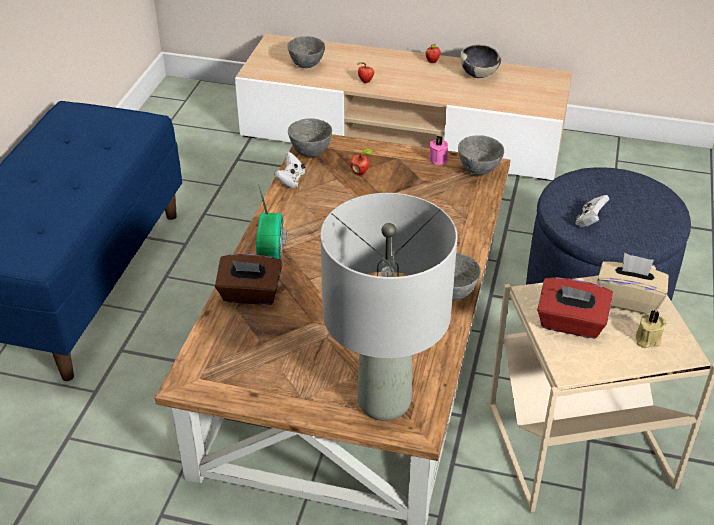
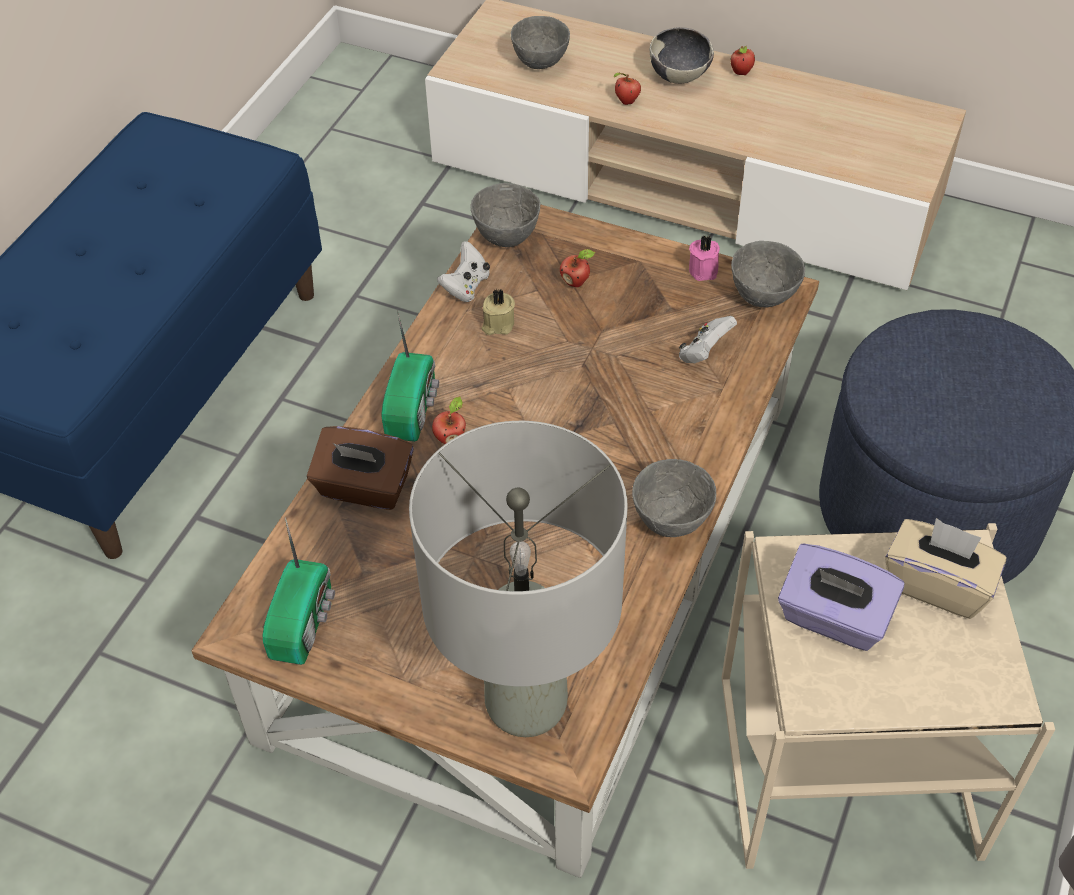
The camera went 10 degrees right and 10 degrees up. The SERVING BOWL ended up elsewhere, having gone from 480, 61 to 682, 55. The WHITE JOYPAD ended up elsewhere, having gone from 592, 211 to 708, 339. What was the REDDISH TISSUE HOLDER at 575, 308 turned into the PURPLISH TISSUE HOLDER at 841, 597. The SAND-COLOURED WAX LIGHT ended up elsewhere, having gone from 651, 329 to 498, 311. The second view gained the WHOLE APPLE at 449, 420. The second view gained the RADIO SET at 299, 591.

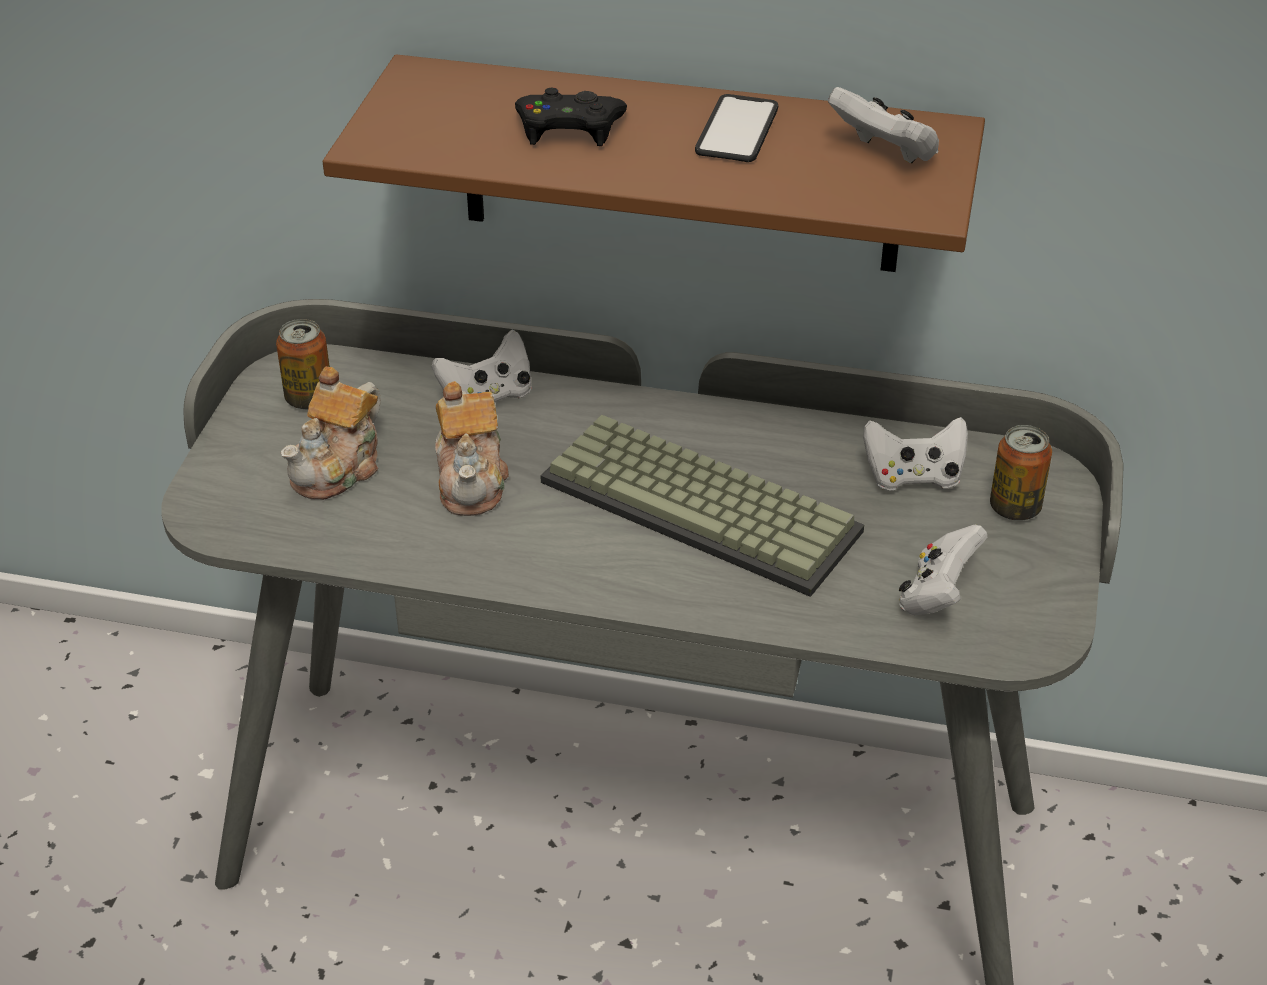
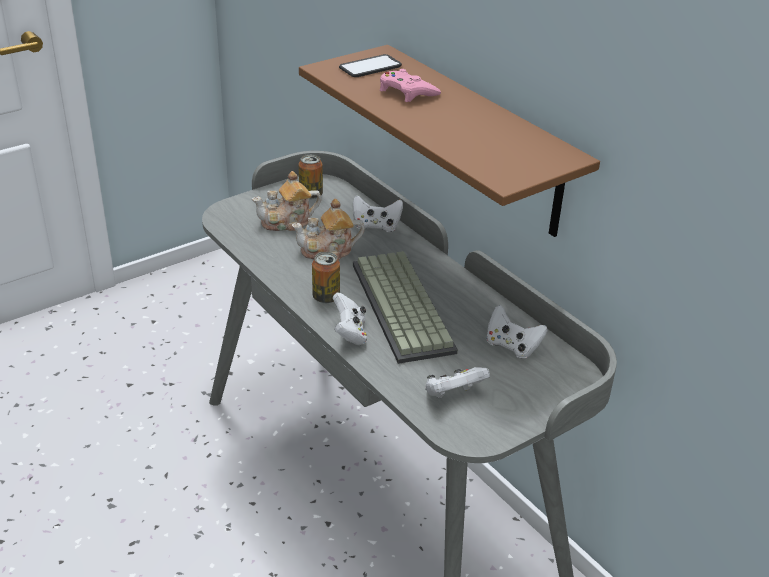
The camera went 40 degrees right and 5 degrees down. The WHITE JOYPAD ended up elsewhere, having gone from 883, 125 to 350, 319. What was the BLACKISH JOYPAD at 571, 117 turned into the PINK JOYPAD at 410, 85. The TELEPHONE ended up elsewhere, having gone from 736, 128 to 370, 65. The TEAPOT at 472, 448 ended up facing another way, 45 degrees clockwise from before. The CAN ended up elsewhere, having gone from 1021, 473 to 326, 277.

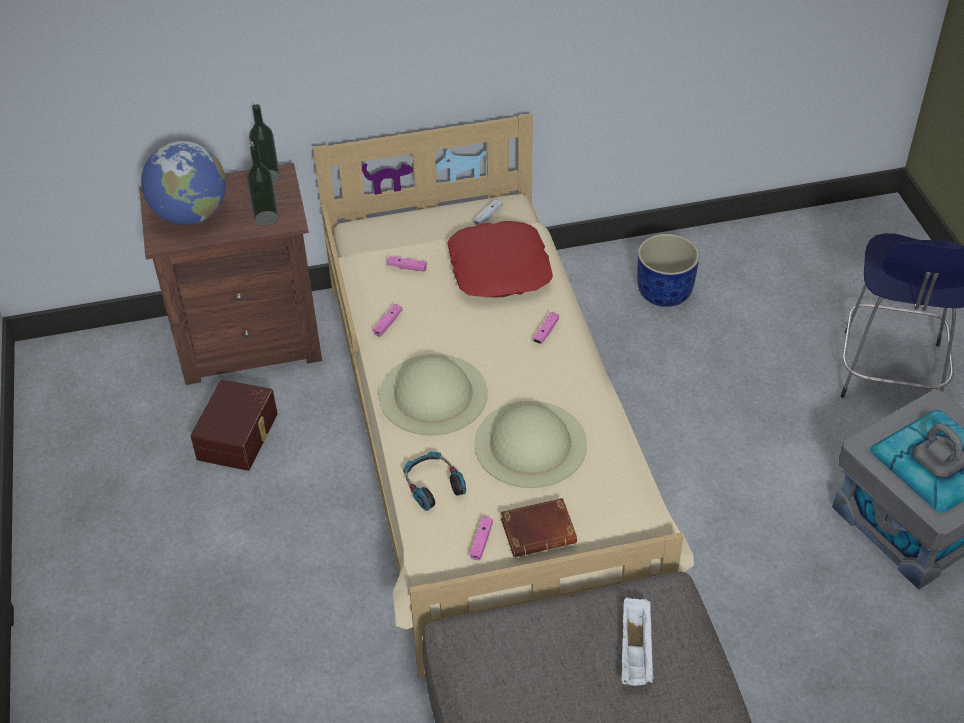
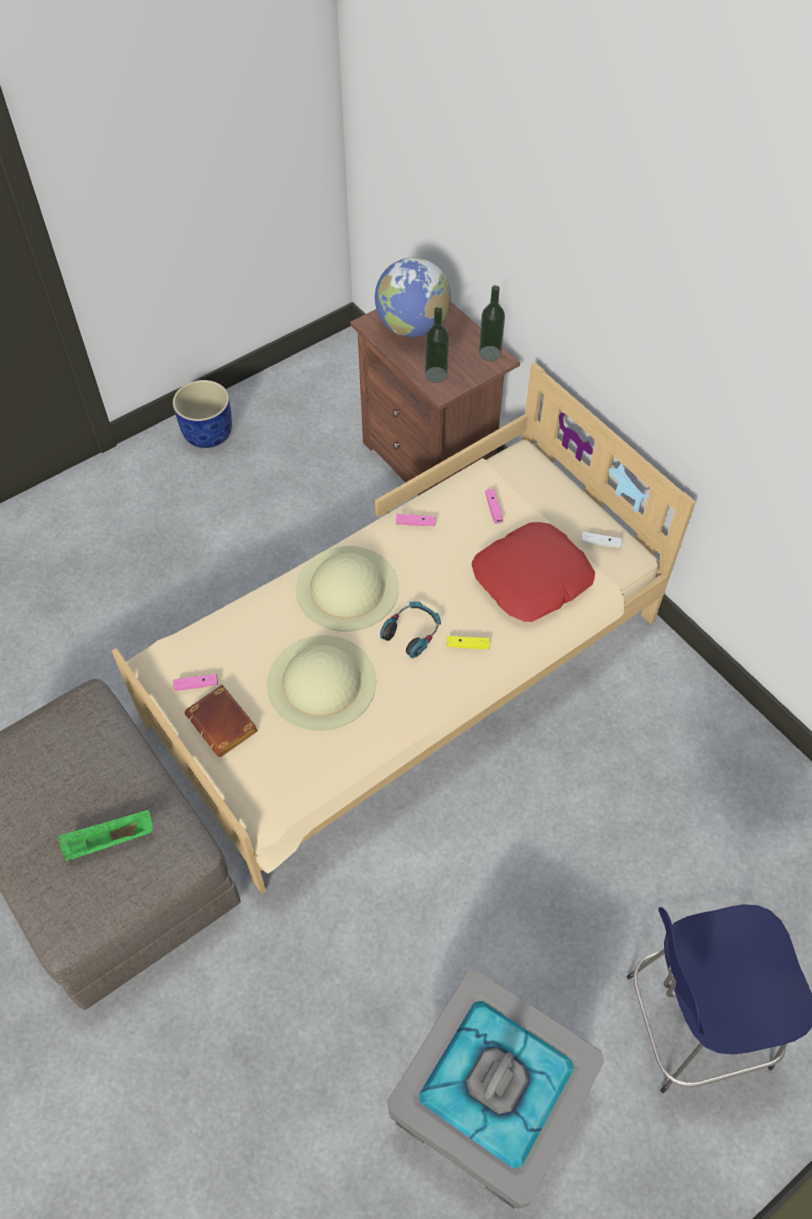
The camera went 65 degrees right and 10 degrees up. The BLUE PLANTER ended up elsewhere, having gone from 668, 270 to 202, 414. What was the PINK JOYPAD at 546, 328 turned into the YELLOW-COLOURED JOYPAD at 468, 642. The second view lost the BROWNISH STORAGE BOX at 234, 425. The HEADSET ended up elsewhere, having gone from 434, 481 to 410, 629. What was the WHITE CARRYING TRAY at 637, 641 turned into the GREENISH CARRYING TRAY at 105, 835.

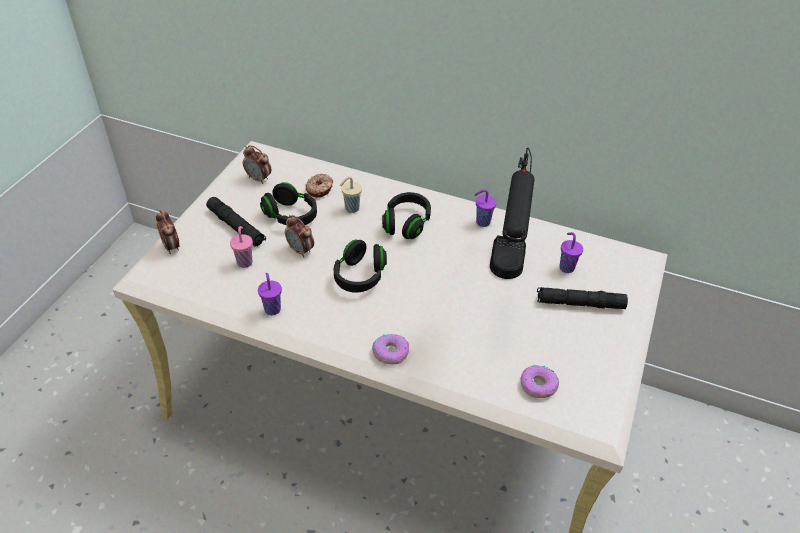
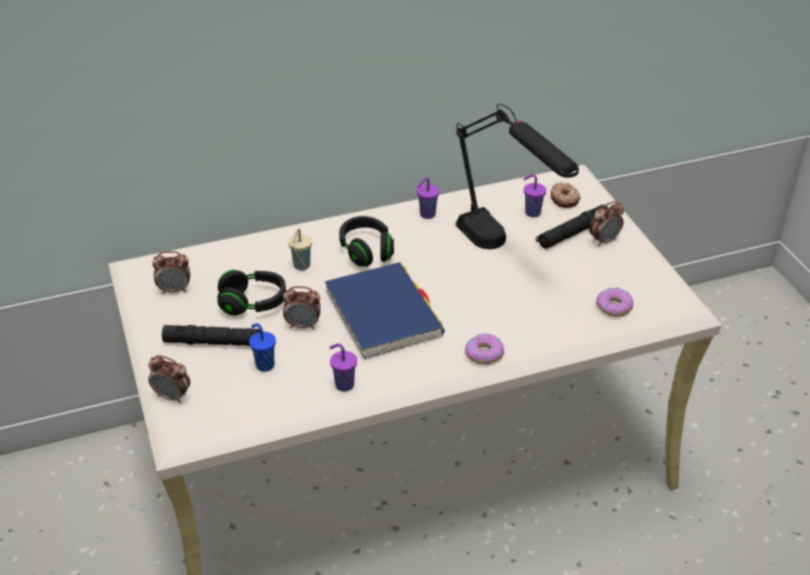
The camera went 40 degrees left and 5 degrees down. The RING DOUGHNUT ended up elsewhere, having gone from 319, 185 to 565, 195. What was the PINK DRINKING CUP at 241, 247 turned into the BLUE DRINKING CUP at 262, 347. Where the BLACKISH HEADSET stood at 360, 266, the BLUE VOLUME came to stand at 385, 311. The second view gained the TABLE CLOCK at 606, 223.

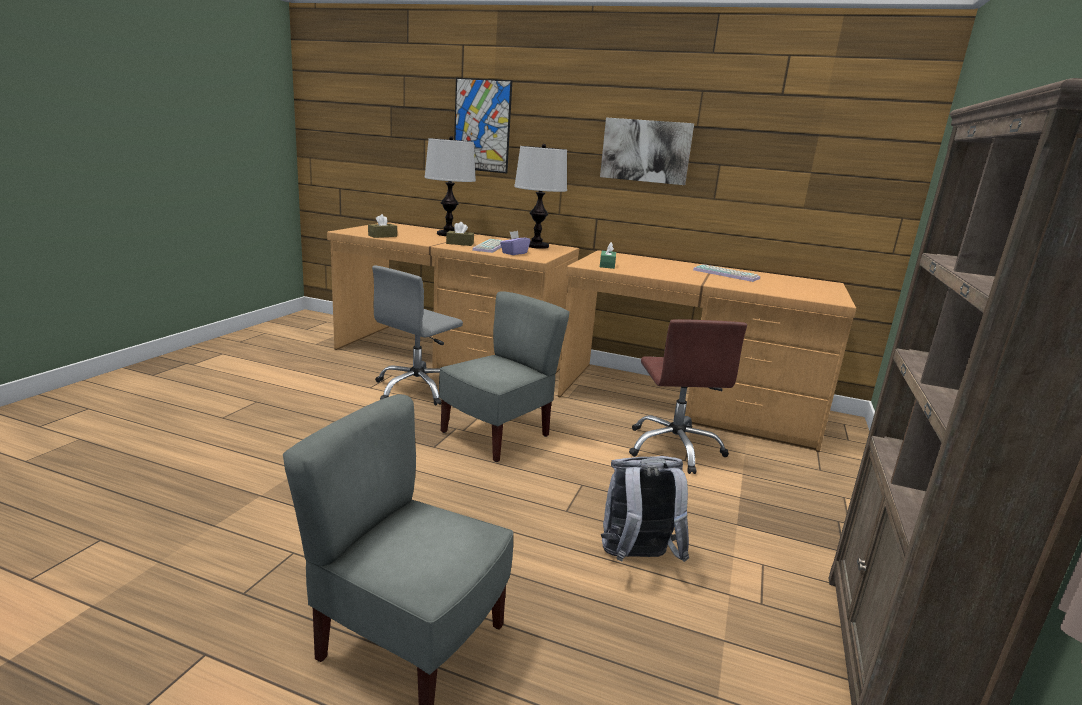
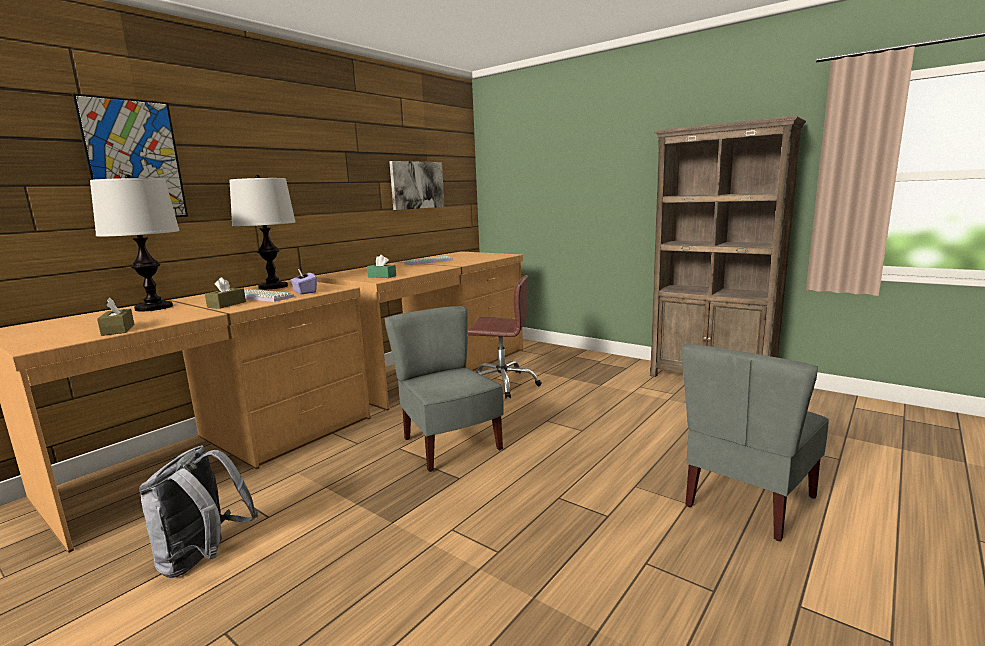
The camera went 70 degrees left and 5 degrees down. The PICTURE ended up elsewhere, having gone from 647, 151 to 417, 185. The second view lost the GREYISH COMPUTER CHAIR at 417, 335. The GREYISH KNAPSACK ended up elsewhere, having gone from 645, 509 to 198, 511.

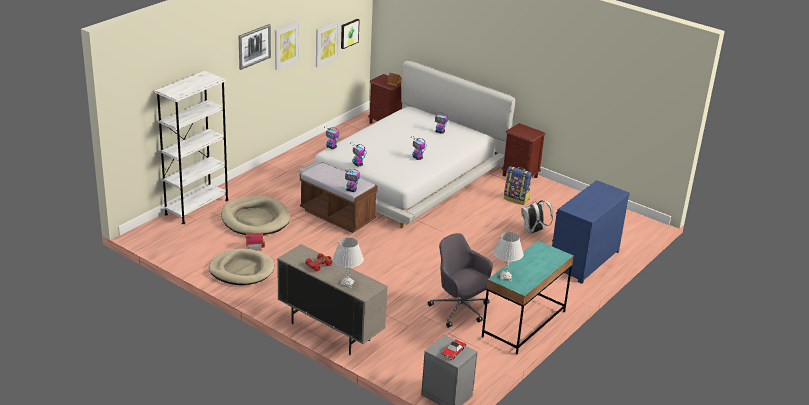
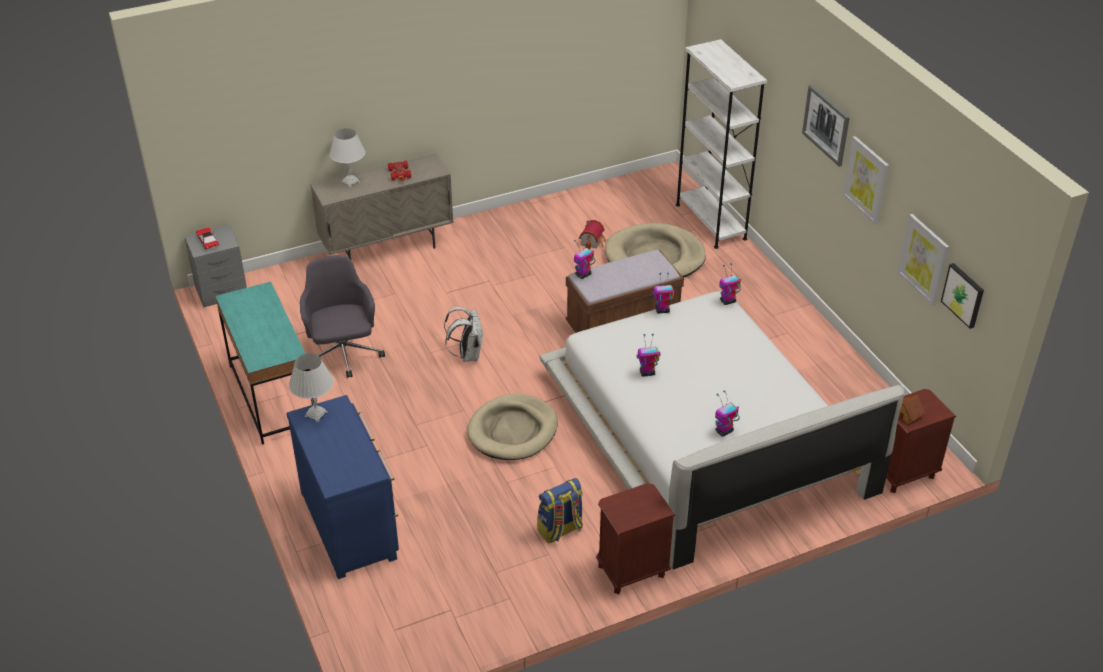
The camera went 120 degrees right and 10 degrees up. The WHITE KNAPSACK ended up elsewhere, having gone from 537, 217 to 463, 334. The WHITE TABLE LAMP ended up elsewhere, having gone from 508, 256 to 311, 387. The GREYISH COMPUTER CHAIR at 460, 280 ended up facing another way, 90 degrees counterclockwise from before. The SAND-COLOURED DOG CUSHION ended up elsewhere, having gone from 241, 266 to 512, 427.

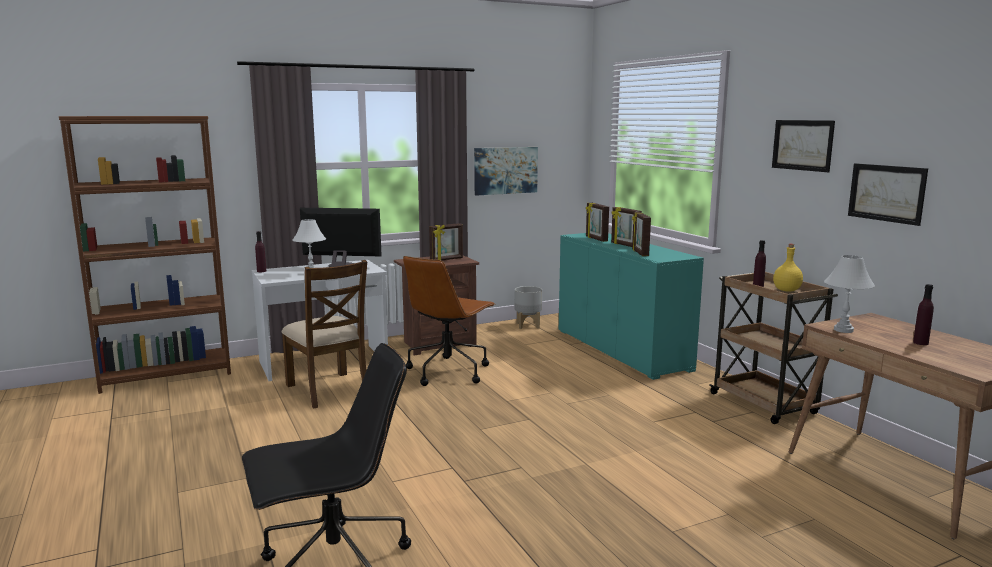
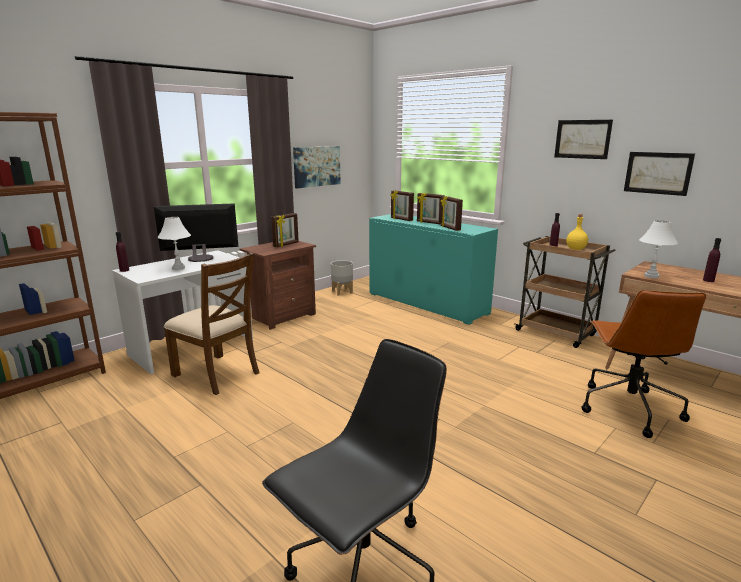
The camera went 20 degrees left and 5 degrees up. The BROWNISH COMPUTER CHAIR ended up elsewhere, having gone from 449, 321 to 643, 364.

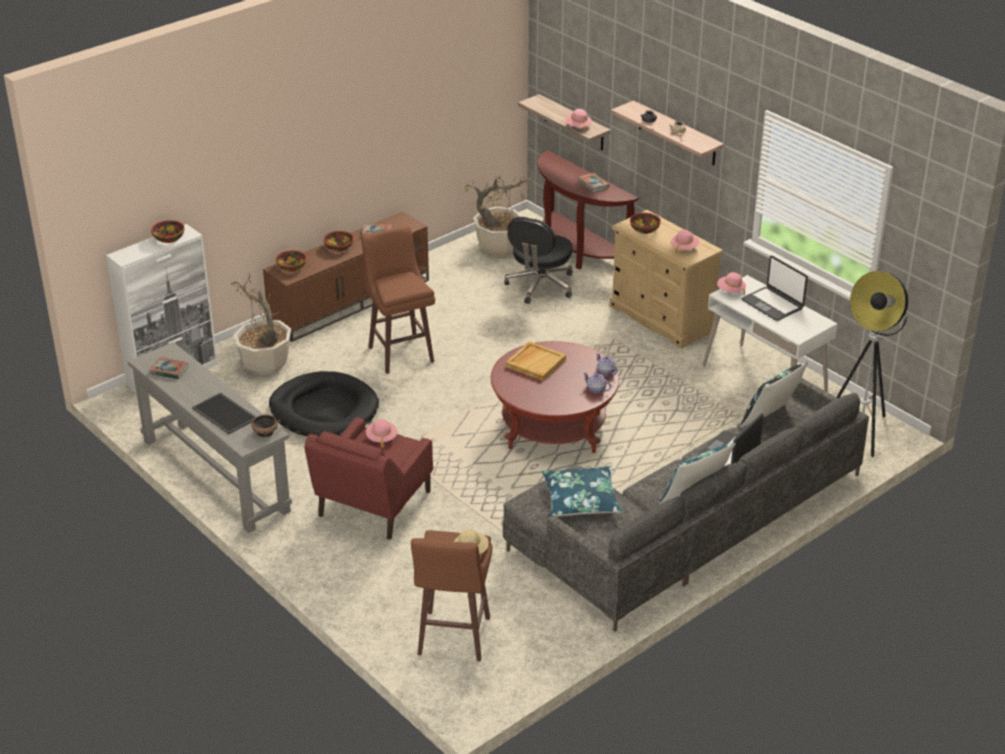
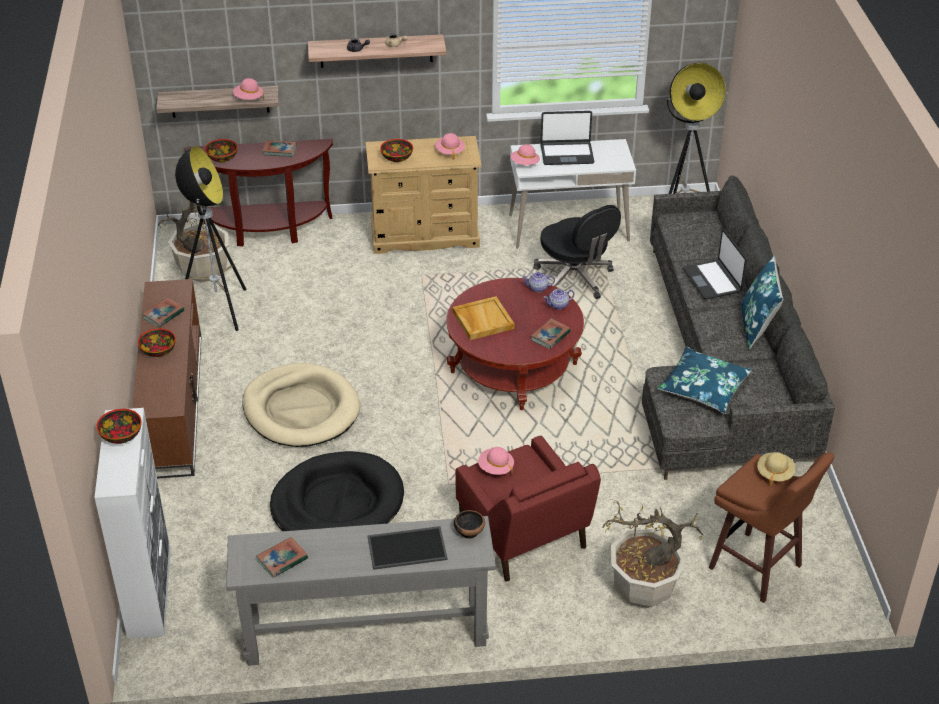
The camera went 55 degrees left and 5 degrees up. The BLACKISH COMPUTER CHAIR ended up elsewhere, having gone from 538, 260 to 577, 252. Where the BROWNISH STOOL SEAT stood at 398, 300, the SAND-COLOURED DOG CUSHION came to stand at 301, 405. The SERVING BOWL ended up elsewhere, having gone from 290, 261 to 221, 150. The HOUSEPLANT ended up elsewhere, having gone from 261, 322 to 653, 553. The second view lost the BLACKISH PILLOW at 773, 394. The second view gained the FLOOR LAMP at 210, 238. The second view gained the VOLUME at 551, 333.

